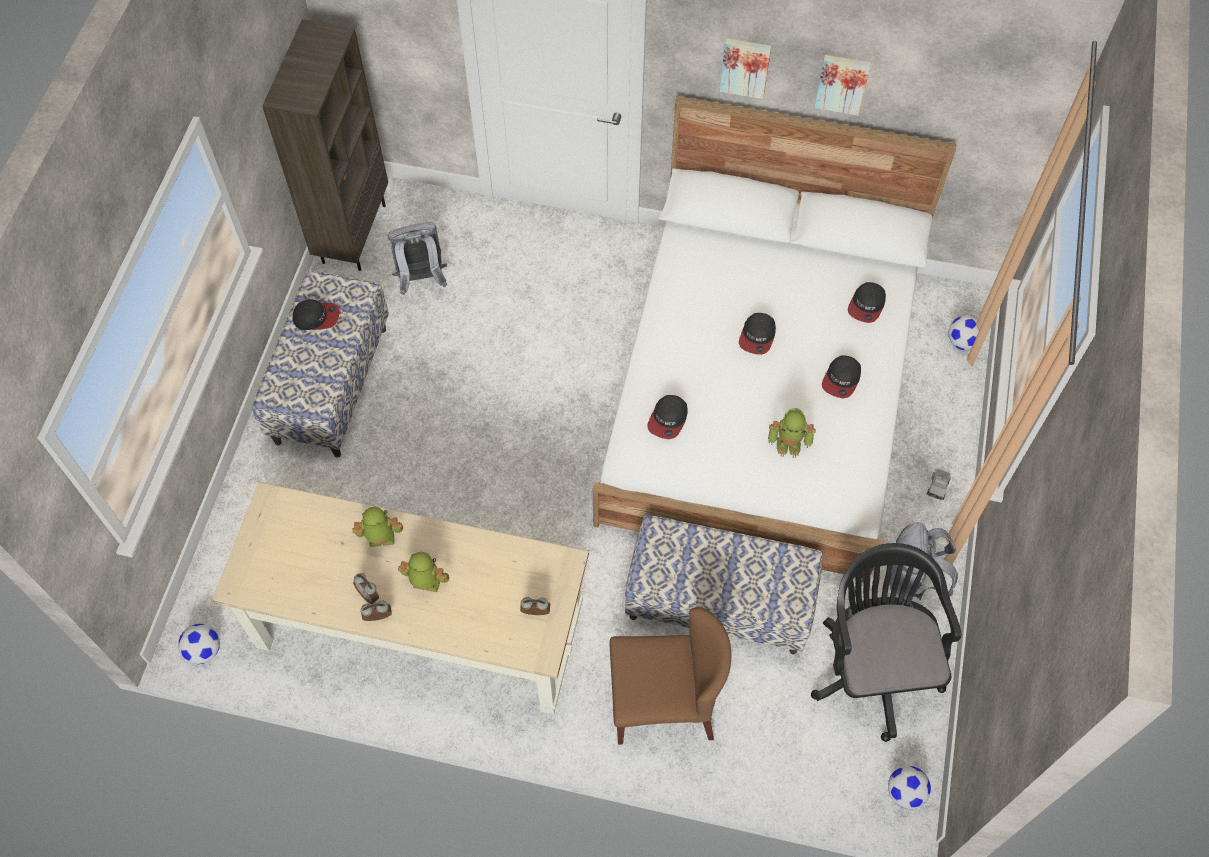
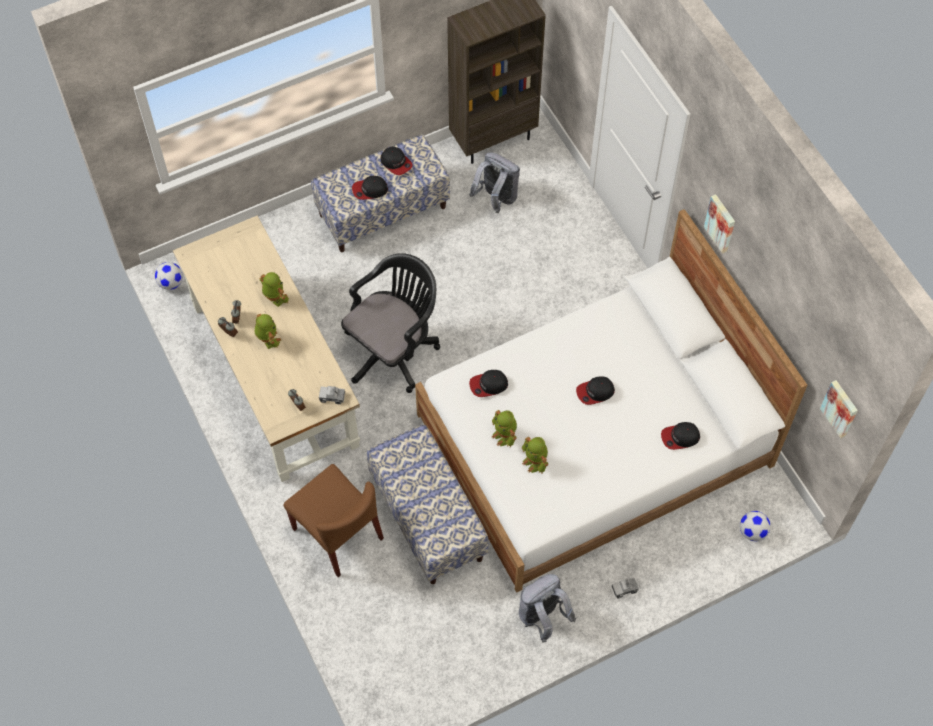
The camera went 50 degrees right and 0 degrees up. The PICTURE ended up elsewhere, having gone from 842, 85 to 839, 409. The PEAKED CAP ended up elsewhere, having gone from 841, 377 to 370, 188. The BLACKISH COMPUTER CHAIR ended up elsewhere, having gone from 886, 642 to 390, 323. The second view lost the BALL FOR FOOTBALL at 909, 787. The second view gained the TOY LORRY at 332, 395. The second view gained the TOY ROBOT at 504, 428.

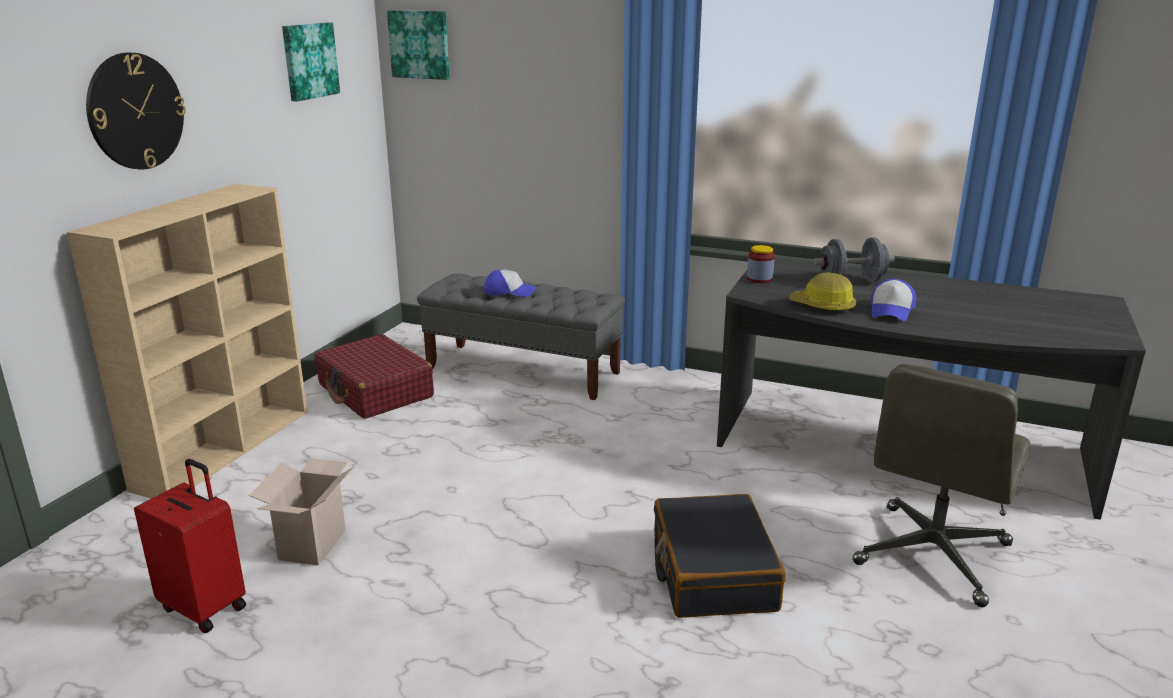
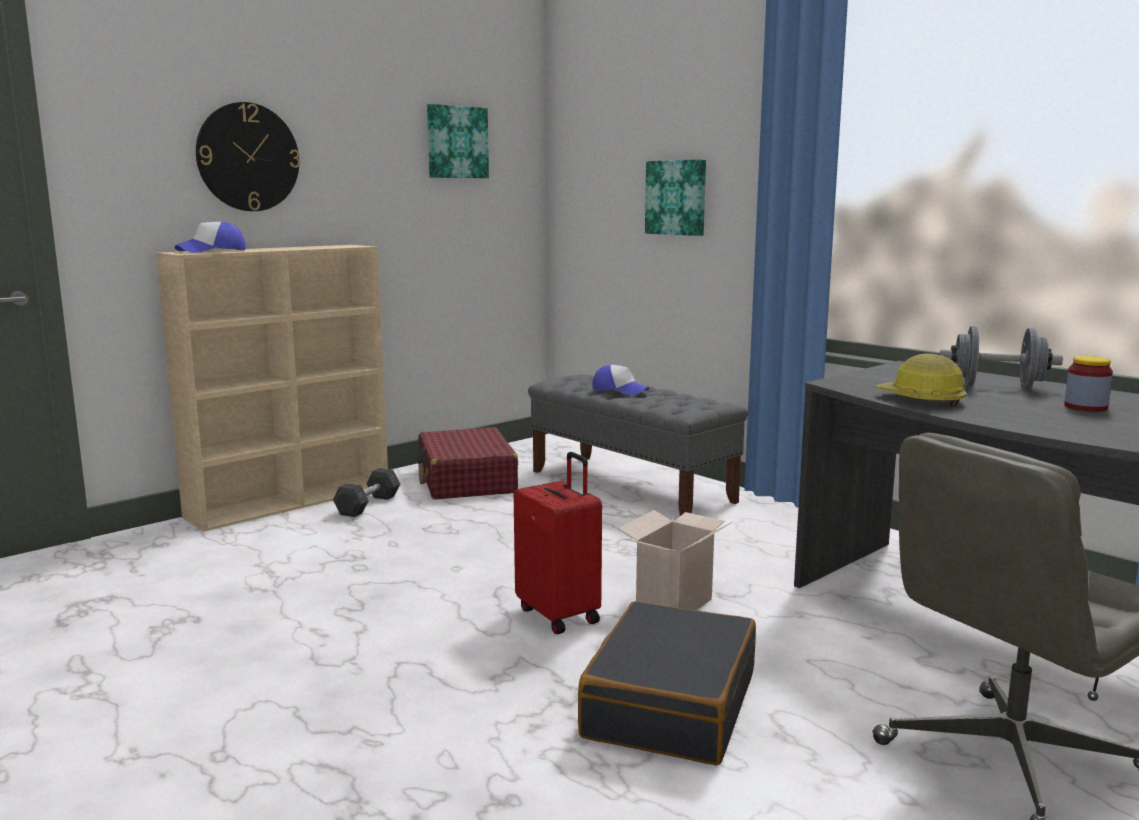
The camera went 25 degrees right and 10 degrees down. The PICTURE ended up elsewhere, having gone from 418, 45 to 675, 197. The JAR ended up elsewhere, having gone from 761, 264 to 1088, 384. The PEAKED CAP ended up elsewhere, having gone from 893, 300 to 210, 237. The CARTON ended up elsewhere, having gone from 301, 512 to 675, 560. The REDDISH PIECE OF LUGGAGE ended up elsewhere, having gone from 190, 546 to 558, 543. The second view gained the GREYISH FREE WEIGHT at 366, 492.

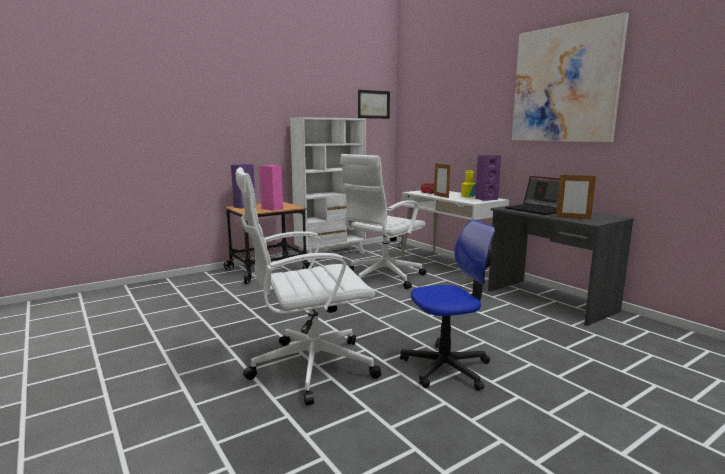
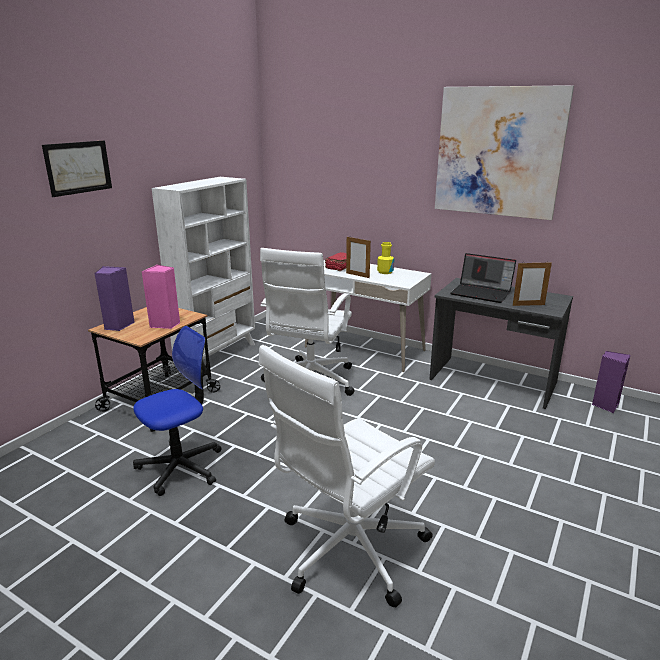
The camera went 25 degrees left and 10 degrees up. The PICTURE ended up elsewhere, having gone from 374, 104 to 77, 168. The PURPLISH AUDIO SPEAKER ended up elsewhere, having gone from 488, 178 to 611, 382. The COMPUTER CHAIR ended up elsewhere, having gone from 447, 305 to 177, 411.

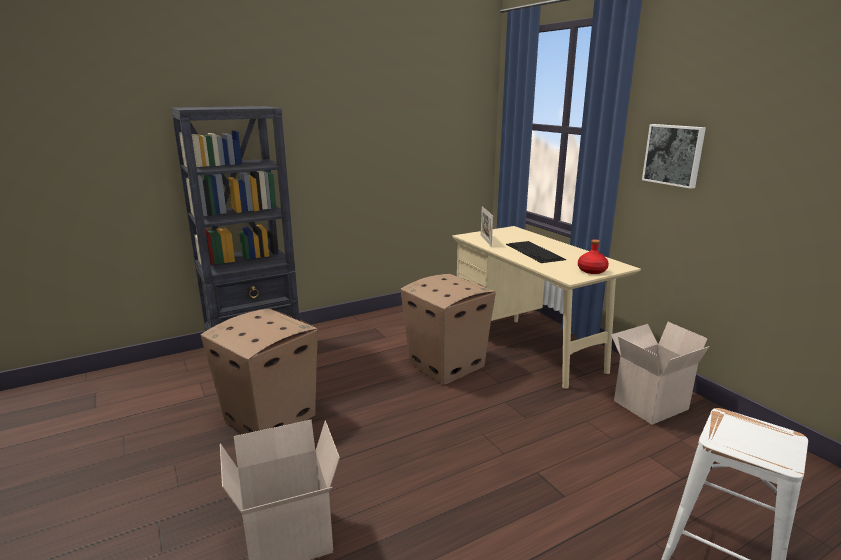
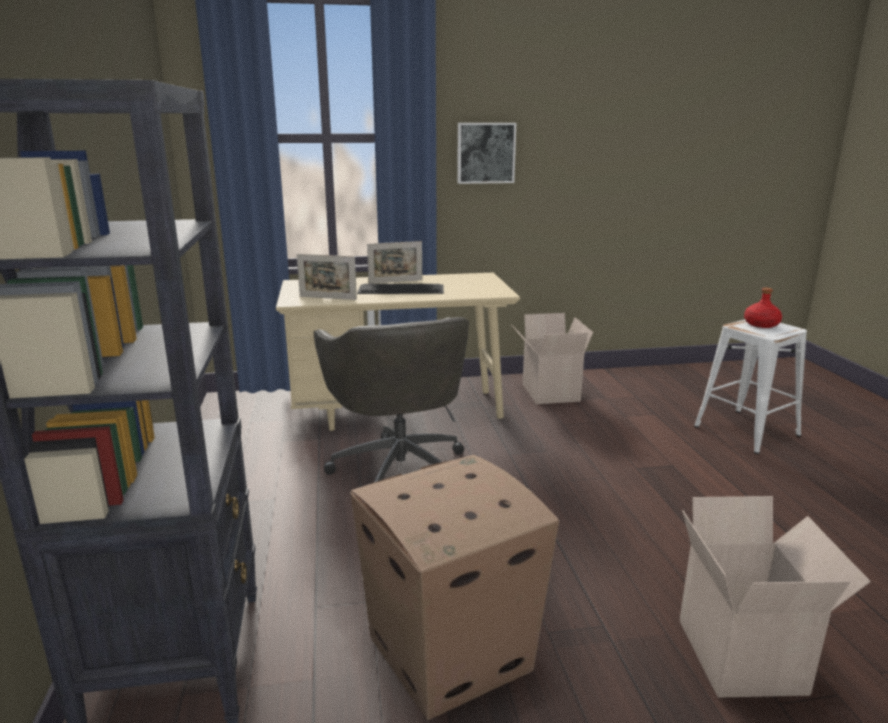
The camera went 70 degrees left and 0 degrees up. The REDDISH BOTTLE ended up elsewhere, having gone from 593, 256 to 763, 308. Where the CARTON stood at 448, 329, the GREYISH COMPUTER CHAIR came to stand at 391, 399. The second view gained the PHOTO FRAME at 394, 262.

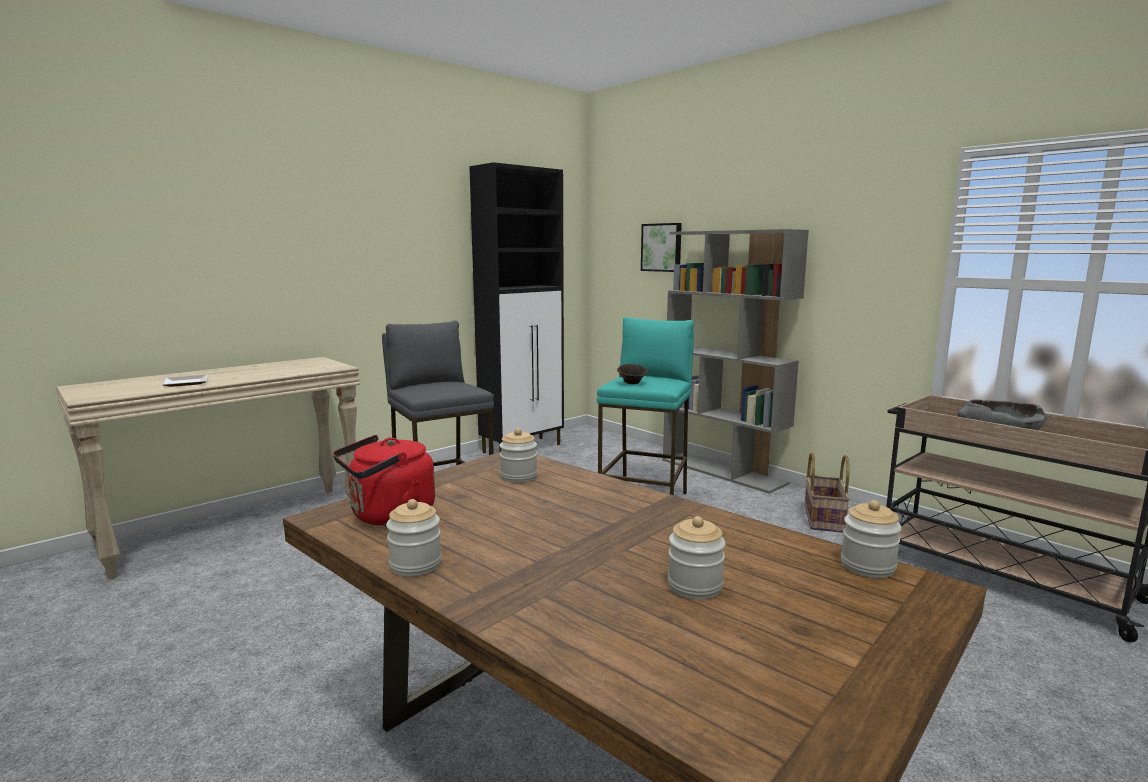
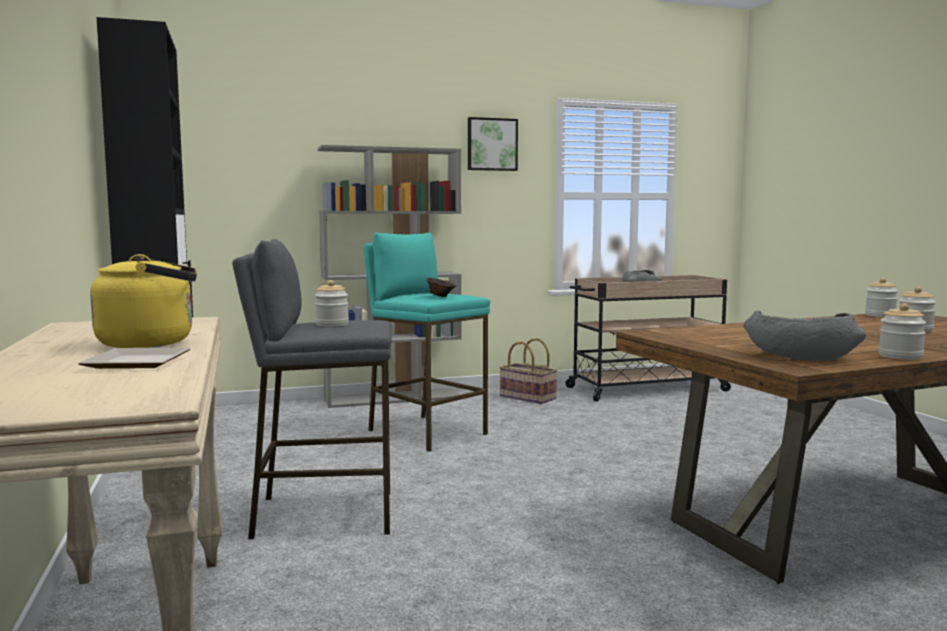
The camera went 65 degrees left and 5 degrees down. The PICTURE ended up elsewhere, having gone from 661, 247 to 493, 144. The JAR ended up elsewhere, having gone from 518, 455 to 332, 303. Where the REDDISH KETTLE stood at 384, 480, the GREYISH SERVING BOWL came to stand at 805, 335. The second view gained the YELLOW-COLOURED KETTLE at 143, 301.

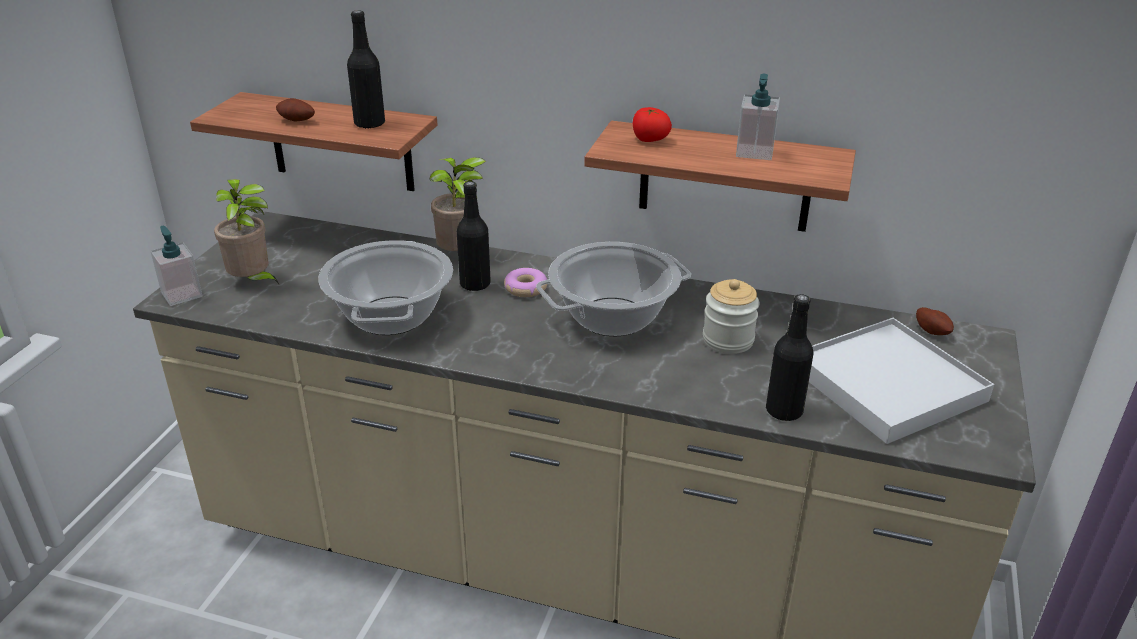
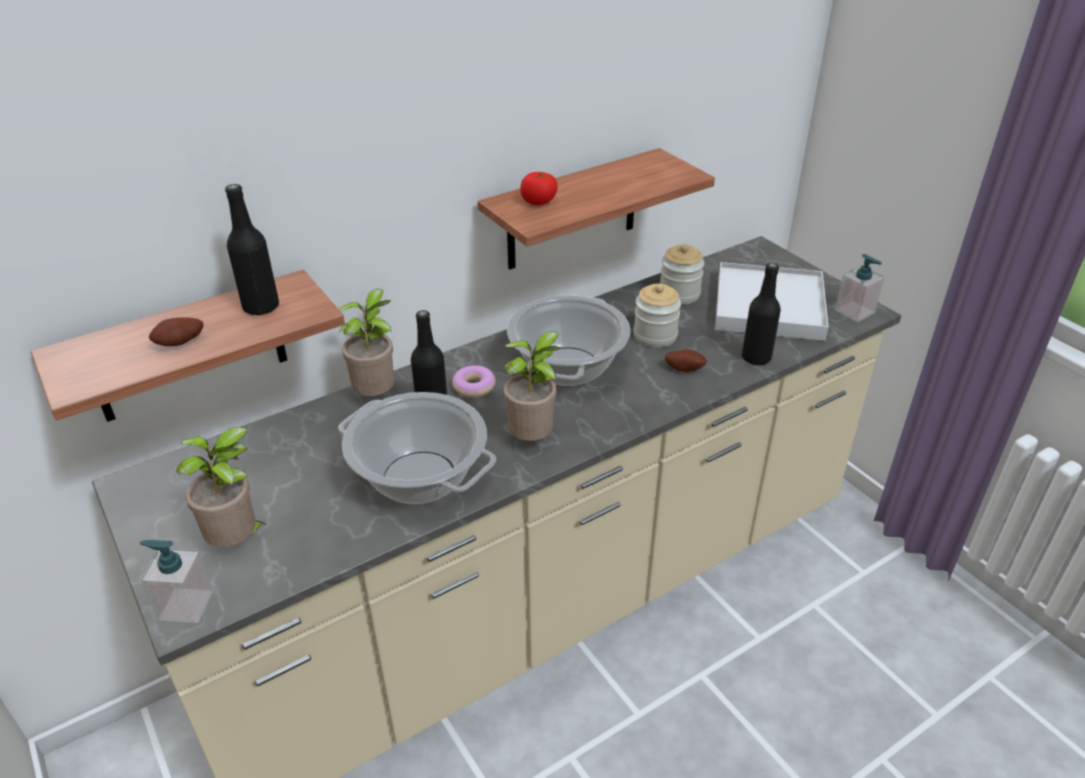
The camera went 50 degrees left and 5 degrees up. The SOAP DISPENSER ended up elsewhere, having gone from 758, 117 to 860, 288. The POTATO ended up elsewhere, having gone from 935, 321 to 686, 360. The second view gained the JAR at 682, 274. The second view gained the HOUSEPLANT at 532, 386.

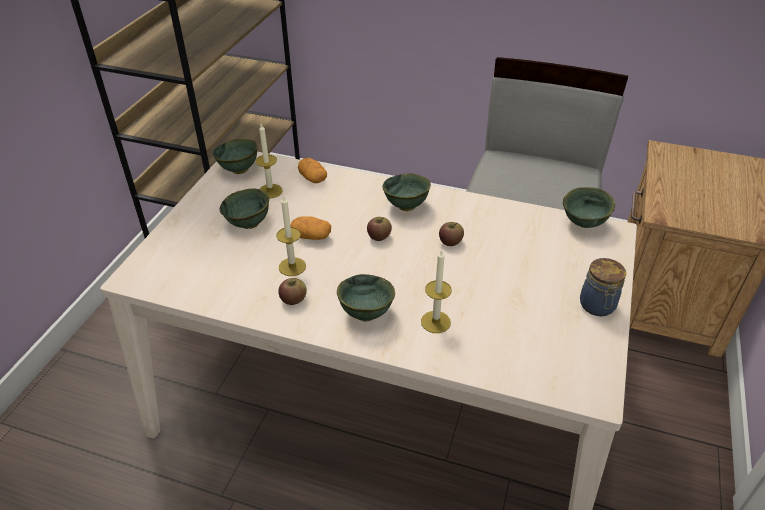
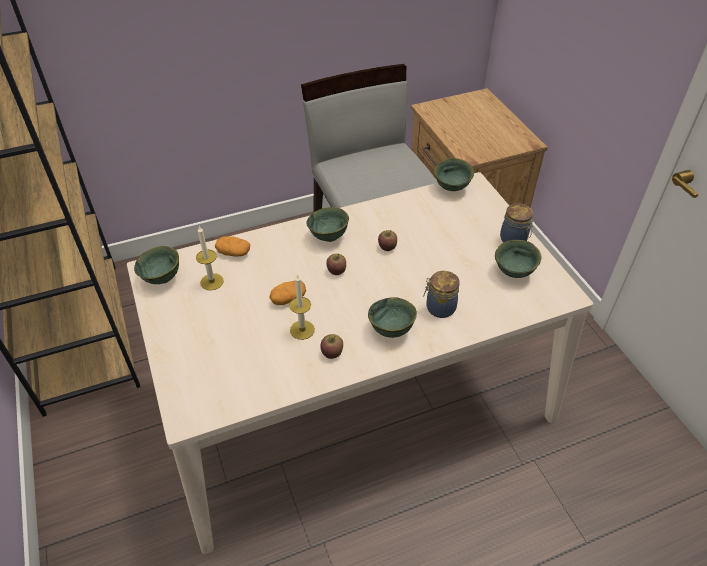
The camera went 40 degrees left and 5 degrees up. The GREENISH SERVING BOWL ended up elsewhere, having gone from 244, 208 to 518, 259. Where the WAX LIGHT stood at 436, 291, the JAR came to stand at 441, 294.

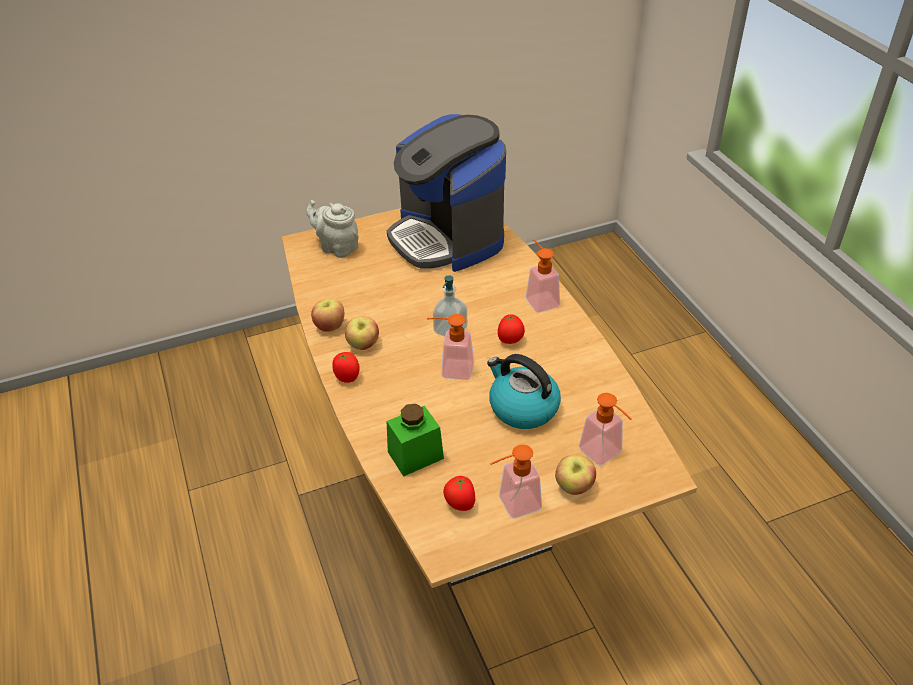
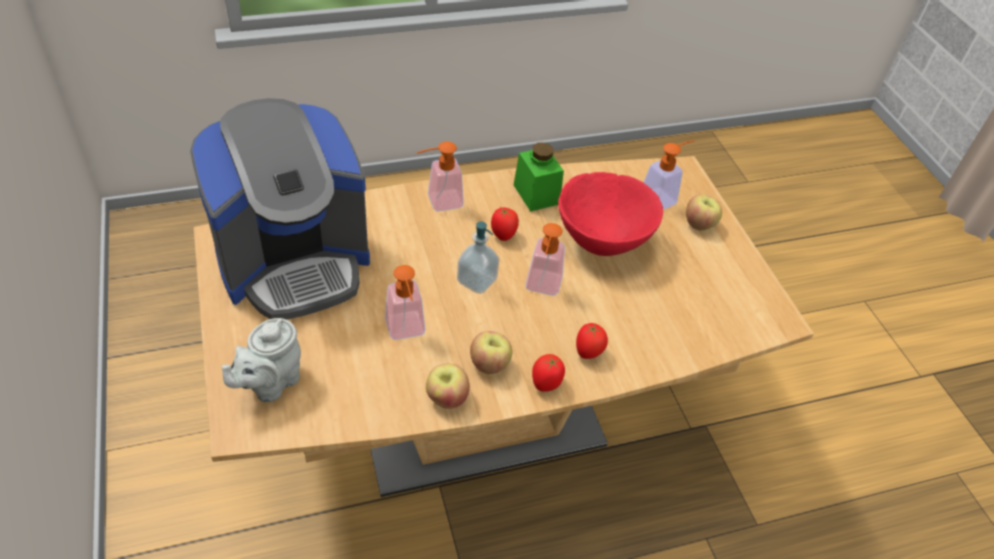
The camera went 90 degrees left and 5 degrees up. Where the KETTLE stood at 524, 391, the REDDISH SERVING BOWL came to stand at 610, 214. The GREENISH JAR ended up elsewhere, having gone from 415, 440 to 539, 177. The SOAP DISPENSER ended up elsewhere, having gone from 516, 481 to 405, 302. The TOMATO ended up elsewhere, having gone from 459, 493 to 592, 341.

